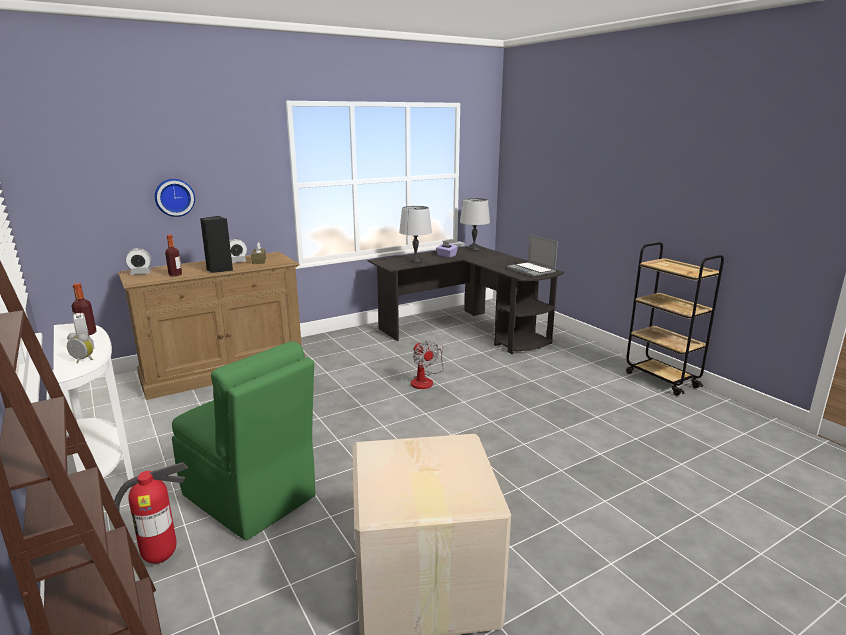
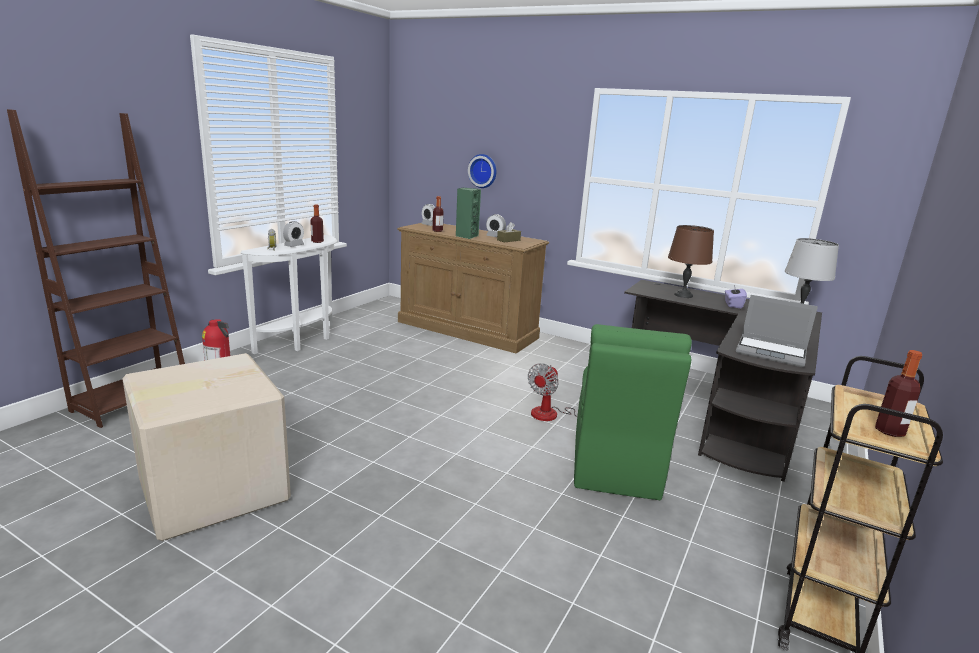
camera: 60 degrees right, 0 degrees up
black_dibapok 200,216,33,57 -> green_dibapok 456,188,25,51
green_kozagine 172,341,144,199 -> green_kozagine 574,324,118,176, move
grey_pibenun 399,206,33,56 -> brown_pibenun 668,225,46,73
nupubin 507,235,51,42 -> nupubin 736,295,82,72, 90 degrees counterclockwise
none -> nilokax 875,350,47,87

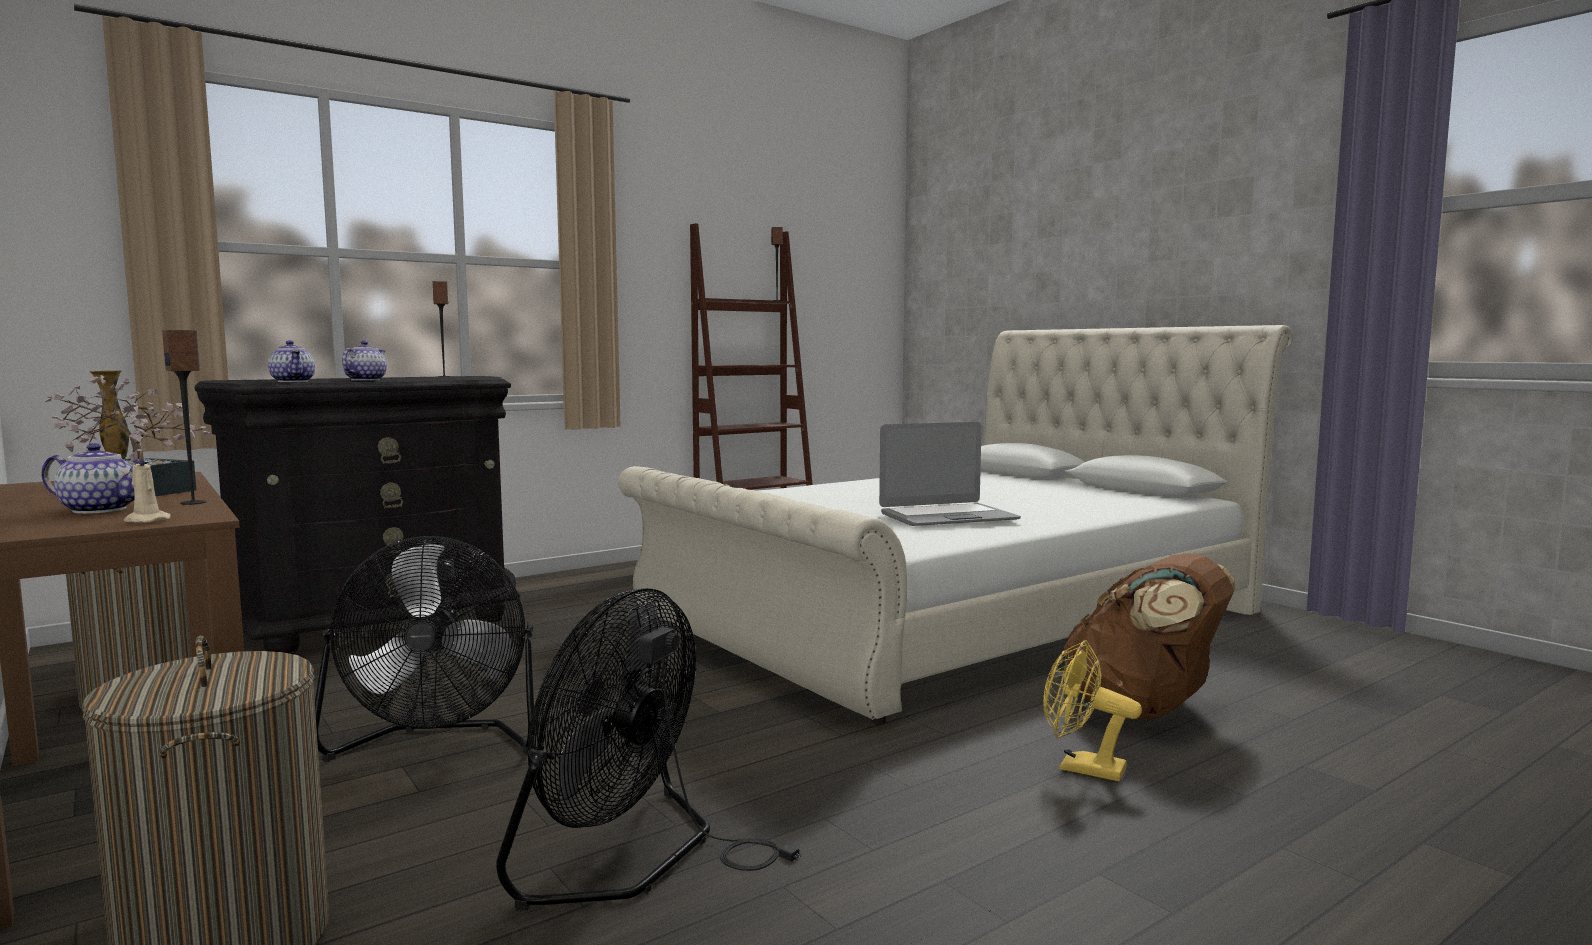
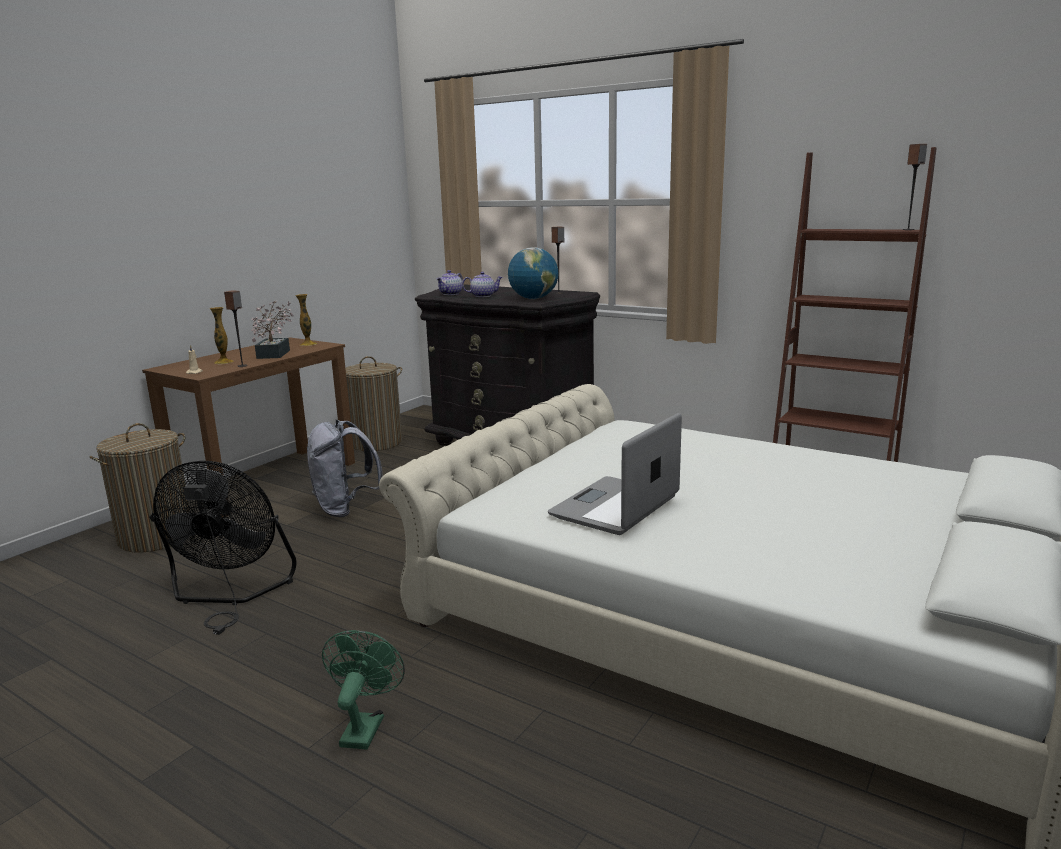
camera: 70 degrees right, 10 degrees up
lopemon 41,443,109,71 -> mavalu 210,307,24,57
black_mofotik 315,536,220,226 -> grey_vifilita 307,420,75,97
yellow_mofotik 1043,640,99,141 -> green_mofotik 322,630,83,119
none -> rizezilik 508,247,51,52
nupubin 879,422,142,104 -> nupubin 548,413,134,122, 75 degrees clockwise
brown_vifilita 1063,553,173,166 -> none

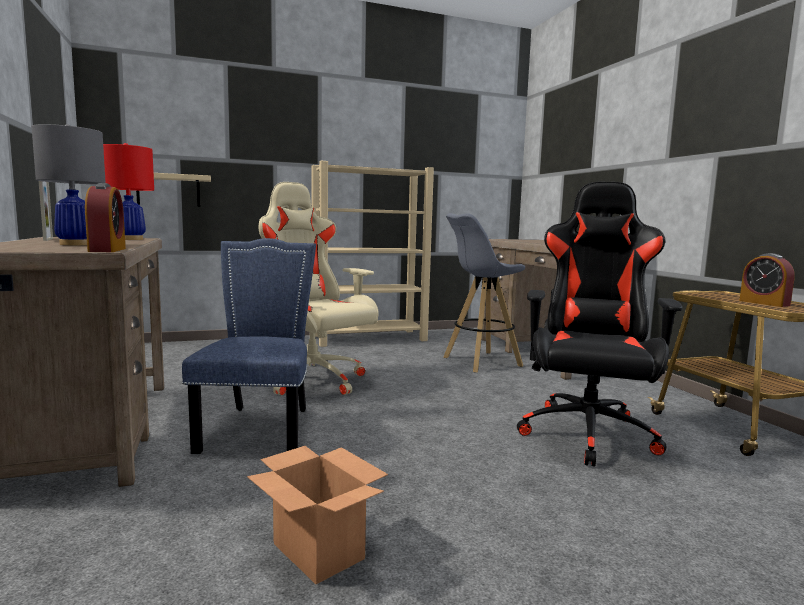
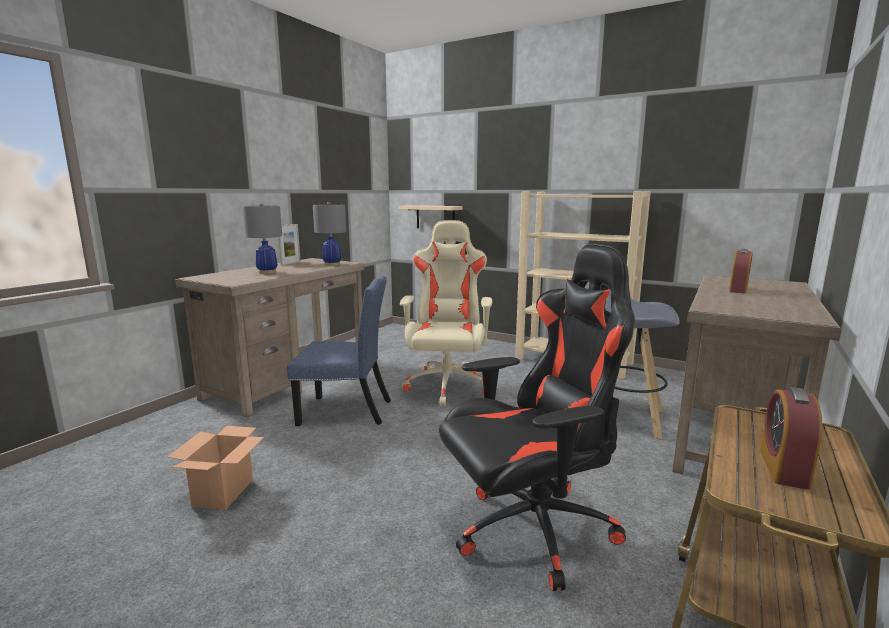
camera: 50 degrees right, 5 degrees up
blue_kozagine 182,238,134,216 -> blue_kozagine 287,276,104,150, 45 degrees clockwise
red_pibenun 103,143,51,97 -> grey_pibenun 313,202,33,64
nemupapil 85,183,41,69 -> nemupapil 729,249,24,45, move

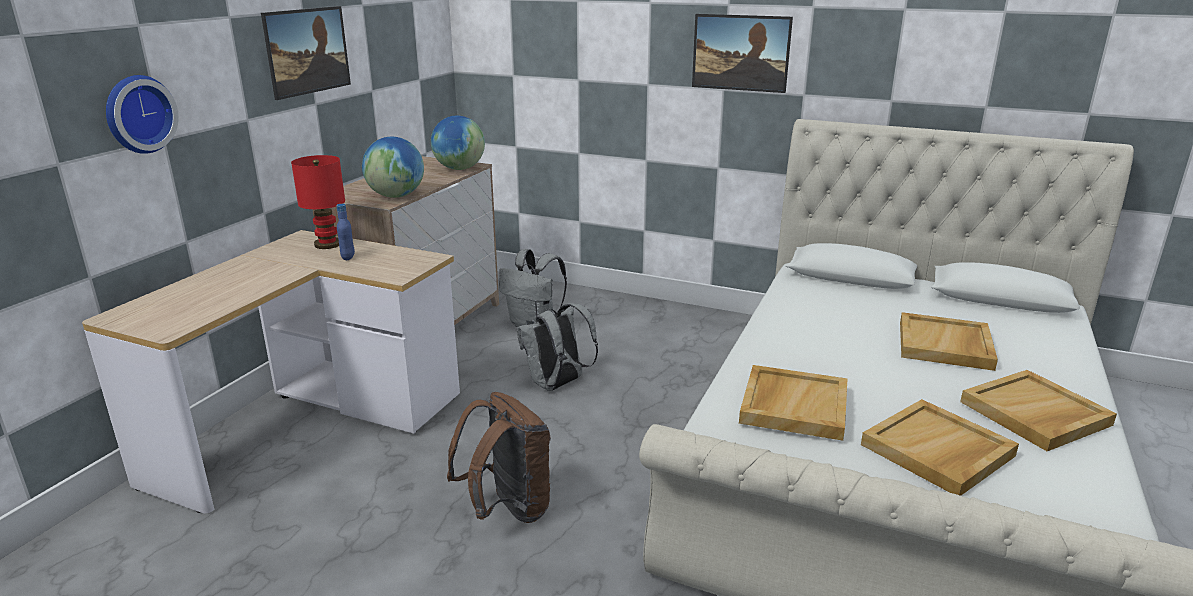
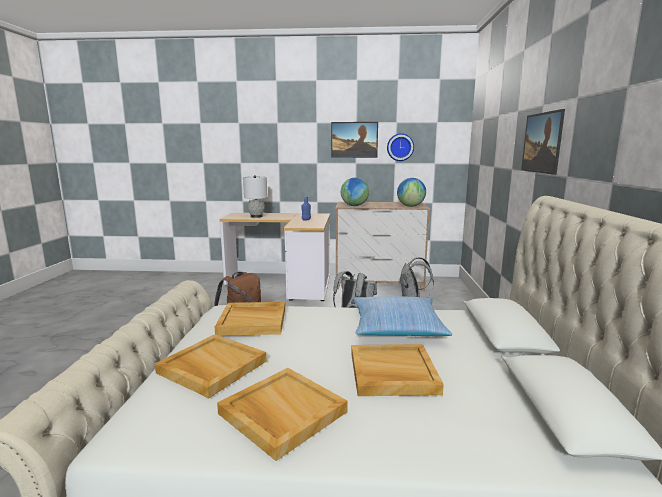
camera: 70 degrees right, 10 degrees down
none -> white_pibenun 243,175,25,43
none -> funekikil 354,296,98,40
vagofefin 106,75,73,79 -> vagofefin 387,133,27,28, move
red_pibenun 291,155,54,94 -> none

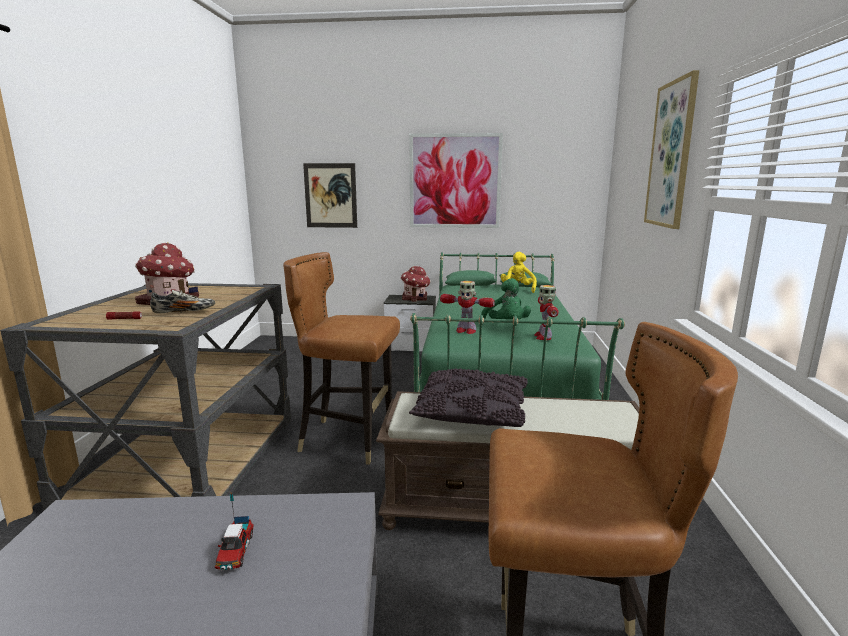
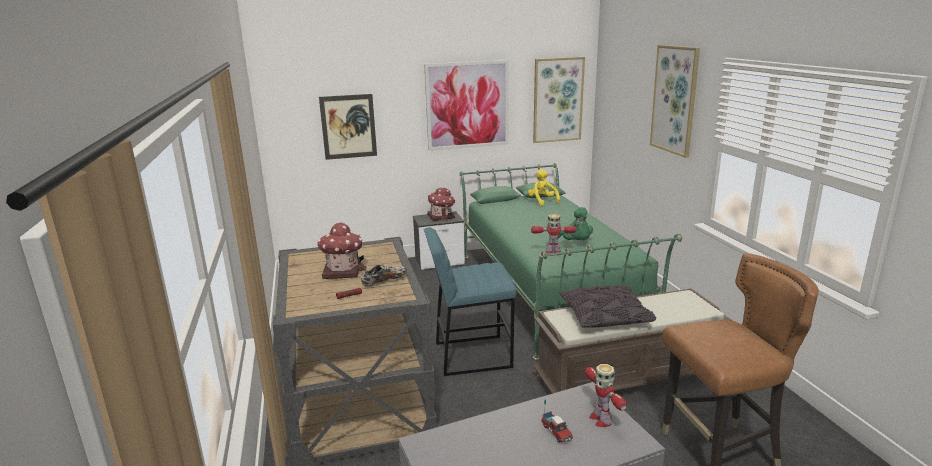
camera: 20 degrees left, 5 degrees up
brown_kozagine 283,252,117,213 -> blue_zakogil 424,227,92,149
none -> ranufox 533,57,52,86
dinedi 534,285,25,55 -> dinedi 585,364,42,63, move

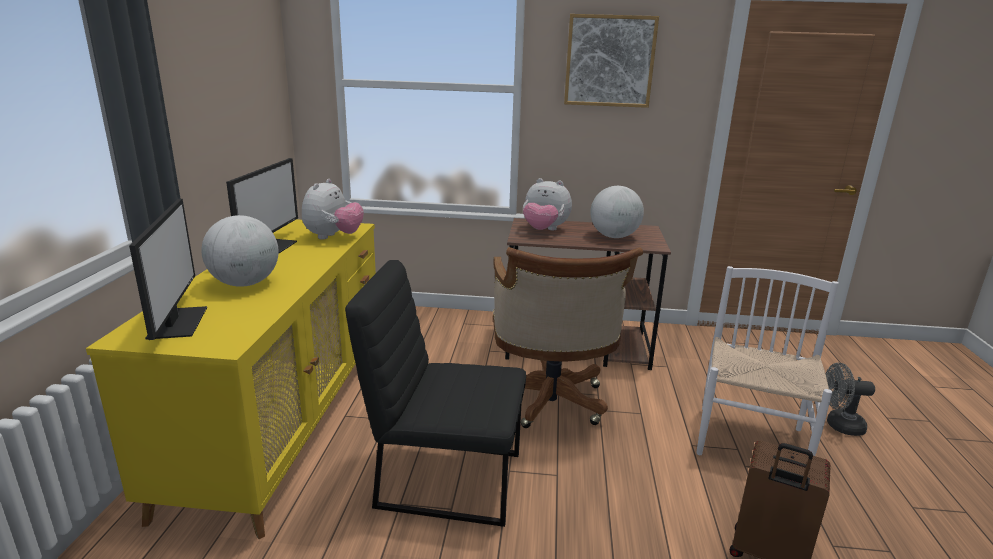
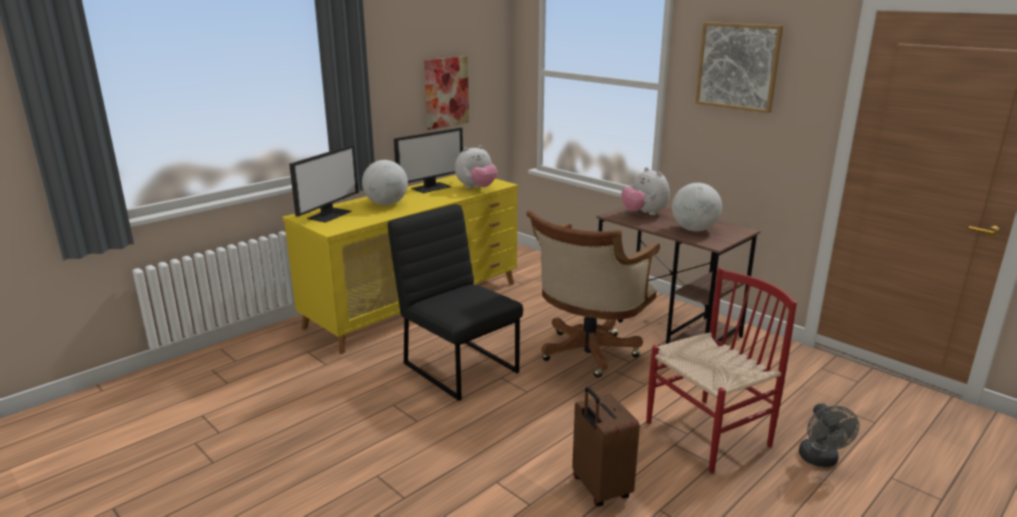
camera: 40 degrees right, 0 degrees up
none -> ranufox 424,56,45,74
white_kozagine 696,266,143,190 -> red_kozagine 646,267,151,206
grey_mofotik 826,363,49,73 -> grey_mofotik 799,403,60,64, 135 degrees counterclockwise

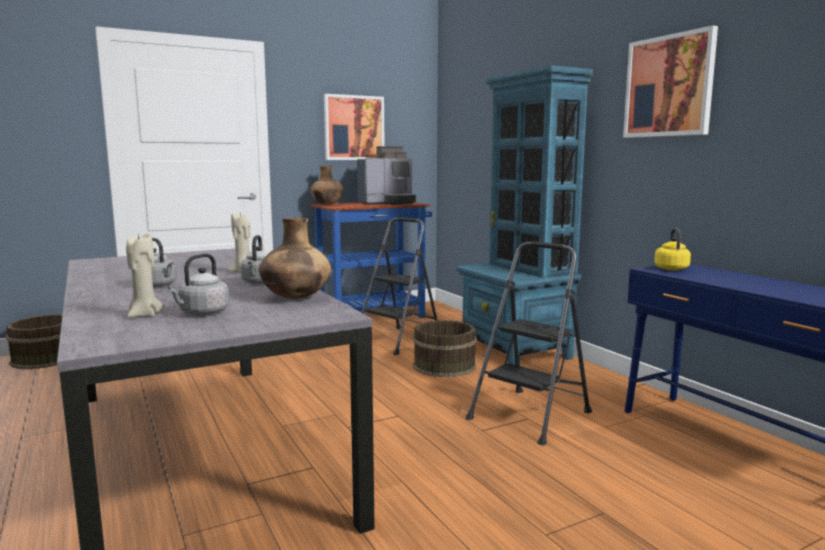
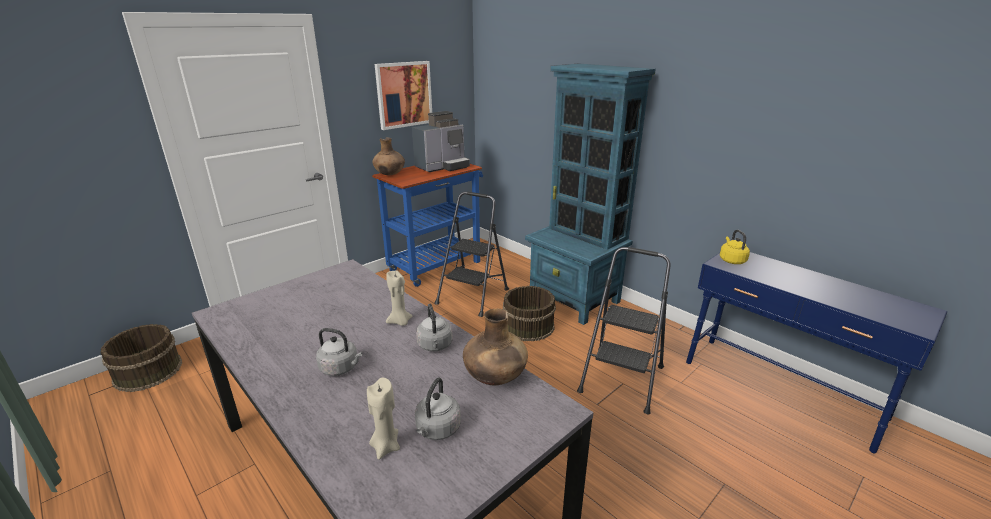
camera: 15 degrees left, 15 degrees up
ranufox 623,25,95,113 -> none

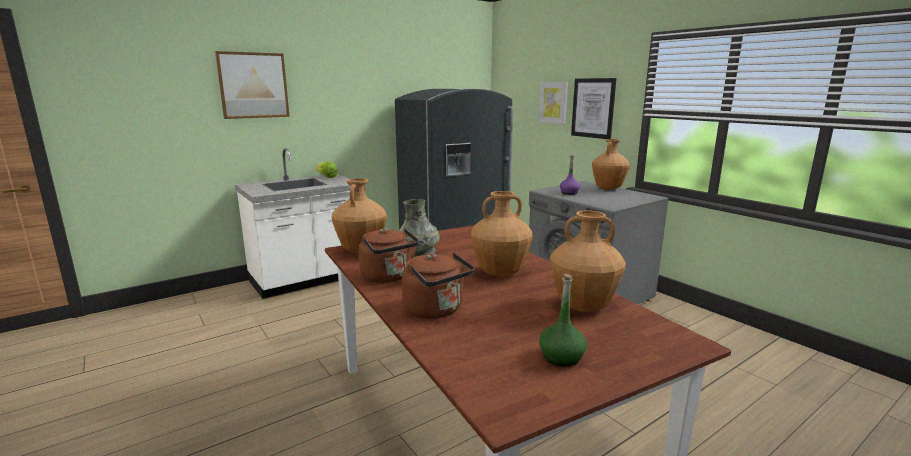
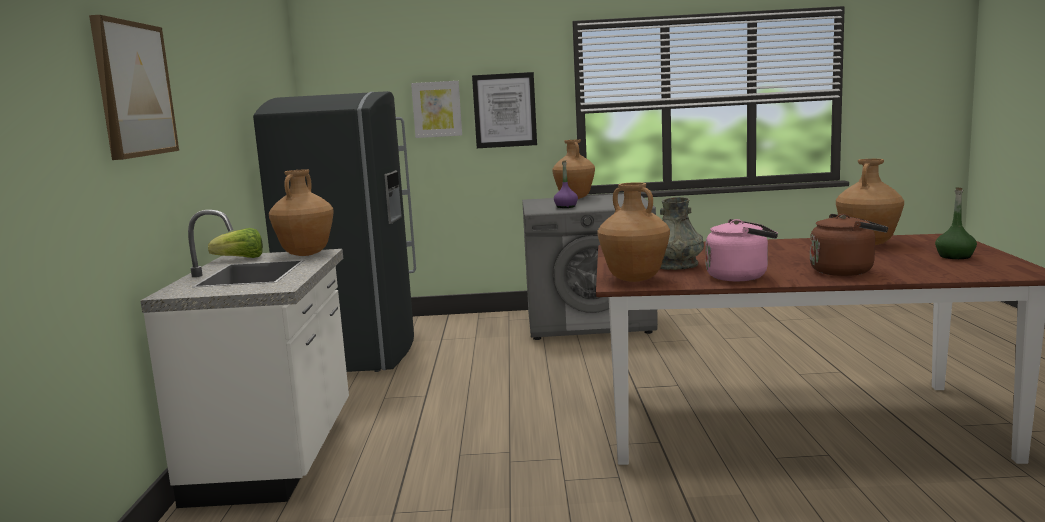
camera: 55 degrees left, 5 degrees down
brown_mavalu 471,191,61,86 -> brown_mavalu 269,169,65,87, move
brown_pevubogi 359,228,60,55 -> pink_pevubogi 705,219,73,63

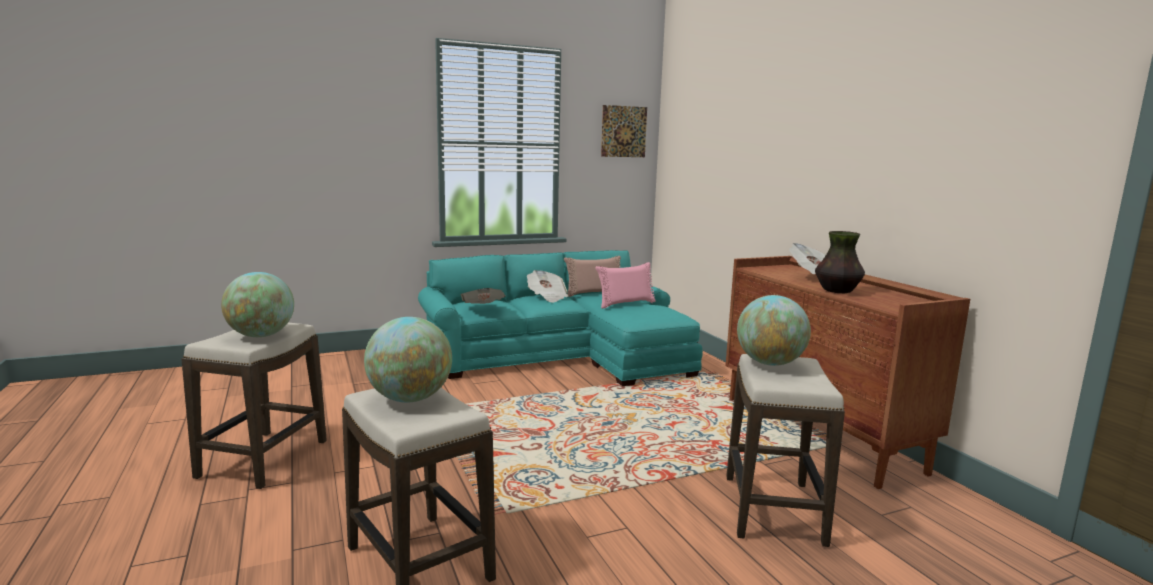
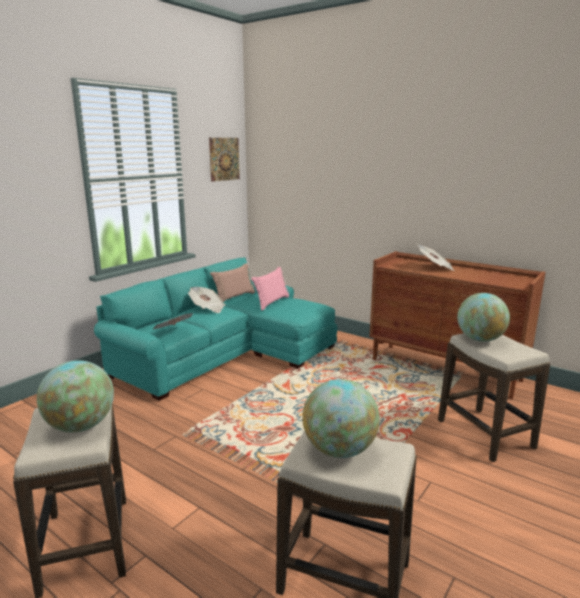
camera: 30 degrees left, 5 degrees up
mavalu 815,231,50,62 -> none

